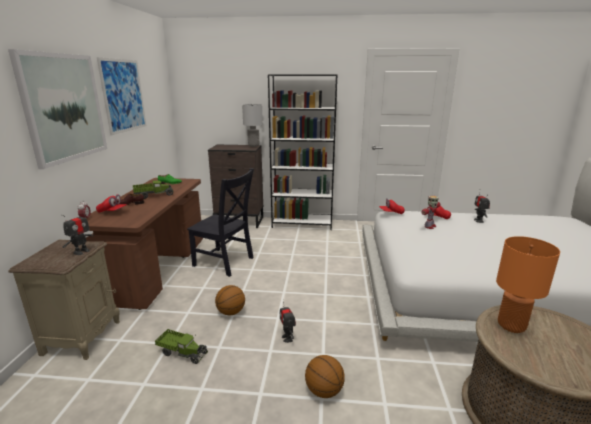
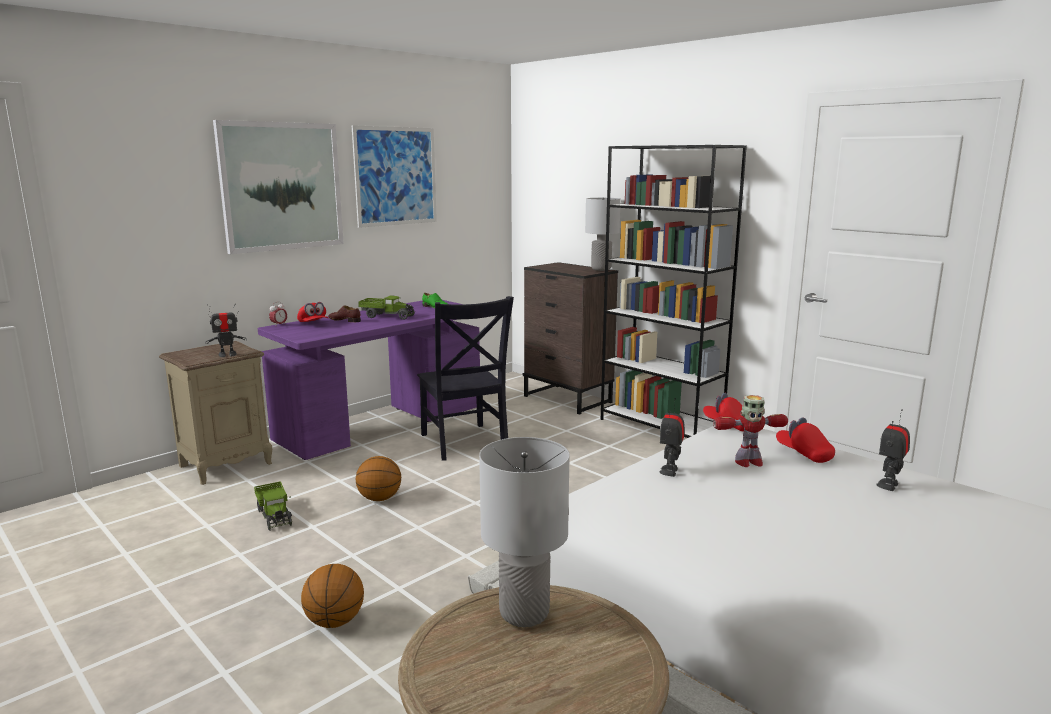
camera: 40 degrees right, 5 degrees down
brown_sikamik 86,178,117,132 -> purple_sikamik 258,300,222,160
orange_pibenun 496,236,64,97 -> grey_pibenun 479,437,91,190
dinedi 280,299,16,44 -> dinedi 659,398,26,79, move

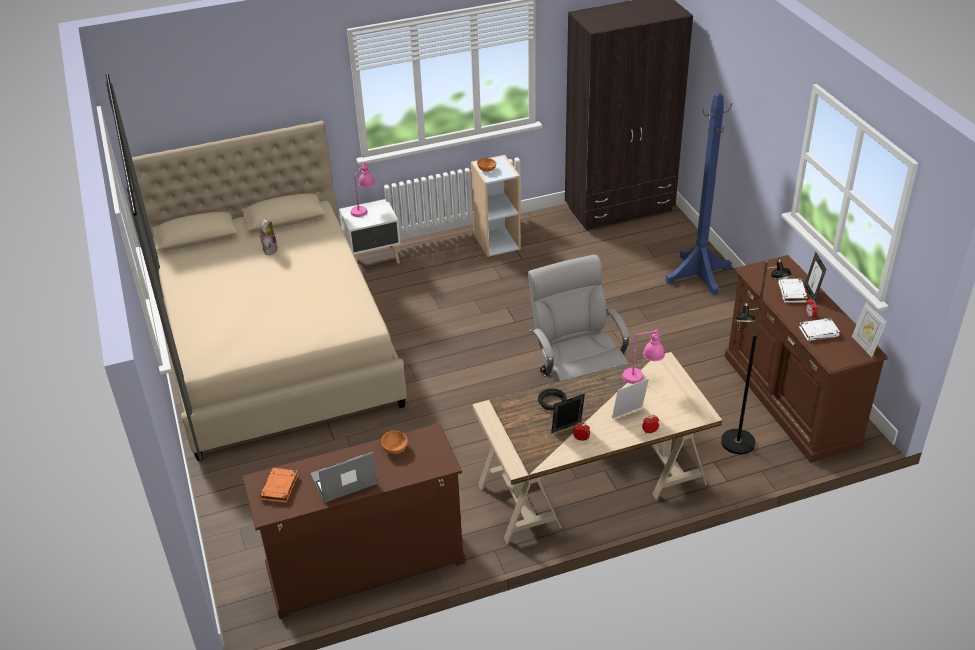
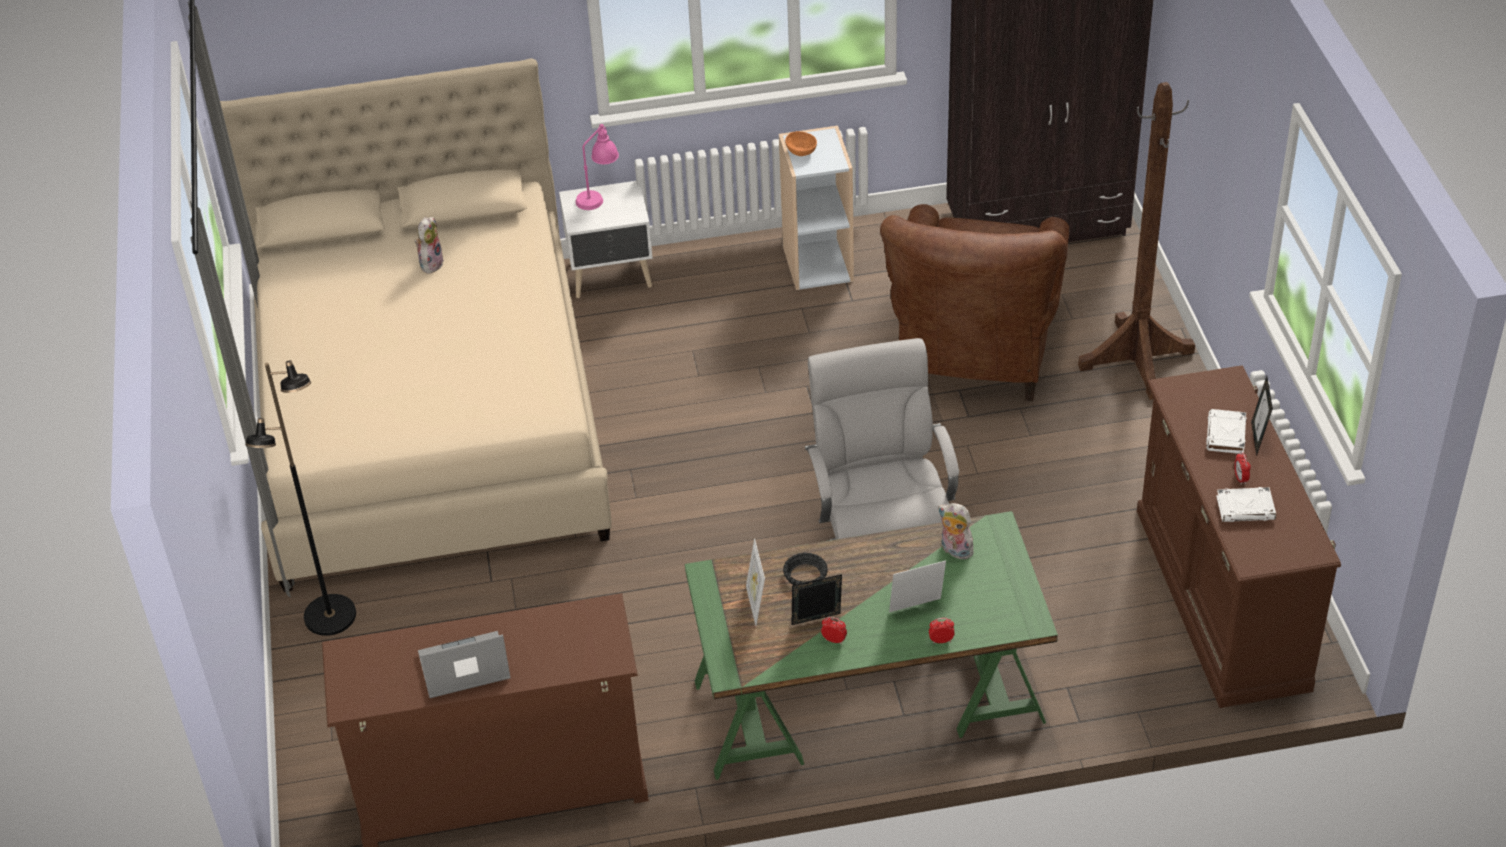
camera: 10 degrees right, 5 degrees up
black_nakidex 721,258,71,196 -> black_nakidex 245,360,111,276, move
beige_sikamik 472,352,250,192 -> green_sikamik 685,511,373,269
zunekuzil 852,302,35,55 -> zunekuzil 746,539,19,87, move
none -> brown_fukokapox 880,204,189,197
pink_pibenun 622,329,43,55 -> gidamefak 938,503,36,56
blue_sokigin 666,92,66,203 -> brown_sokigin 1078,82,117,318
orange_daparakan 260,468,38,35 -> none
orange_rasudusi 381,431,27,23 -> none

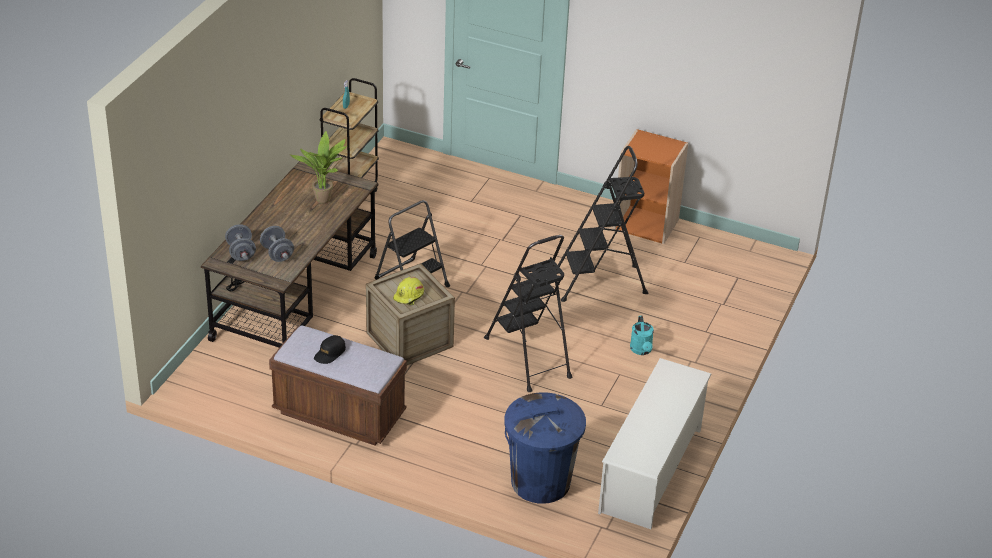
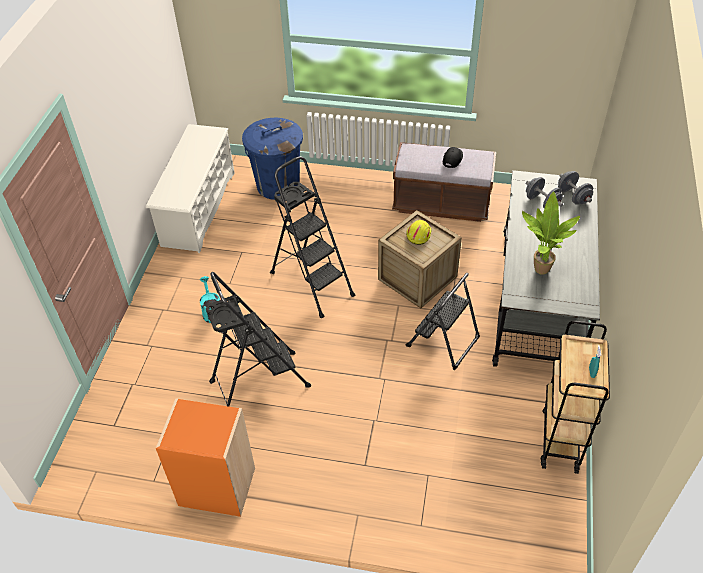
camera: 170 degrees right, 10 degrees up
brown_sikamik 201,161,177,187 -> grey_sikamik 492,170,108,197

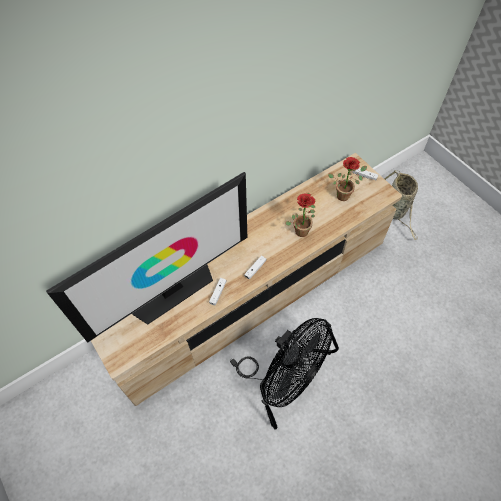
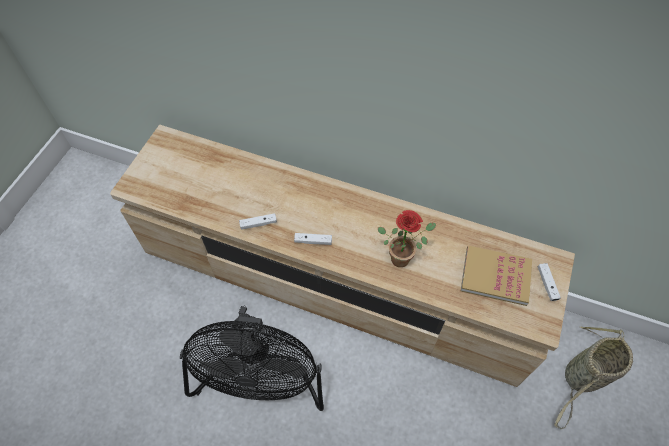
camera: 55 degrees right, 0 degrees up
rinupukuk 328,157,39,44 -> daparakan 461,245,71,61
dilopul 46,172,201,171 -> none

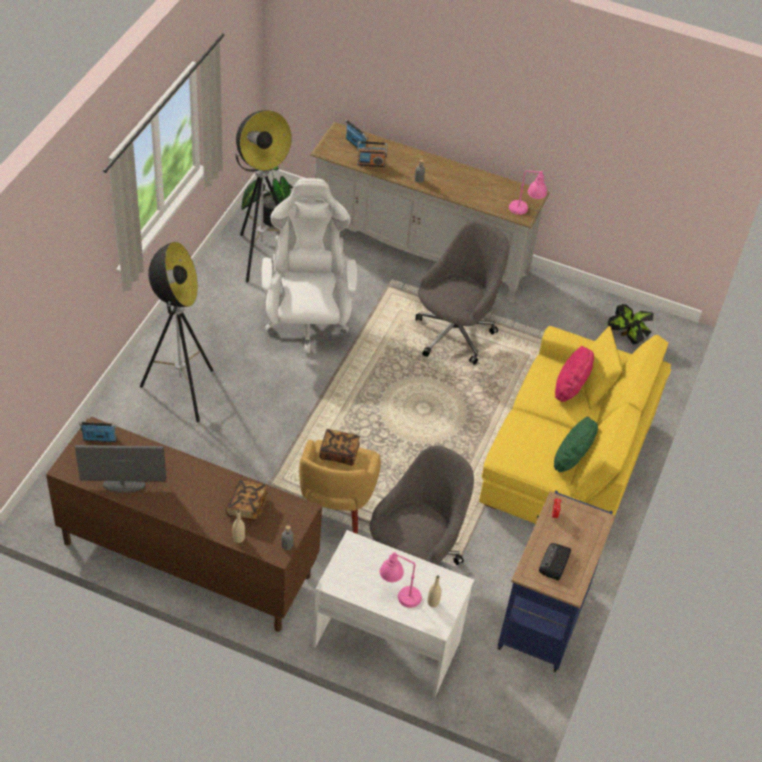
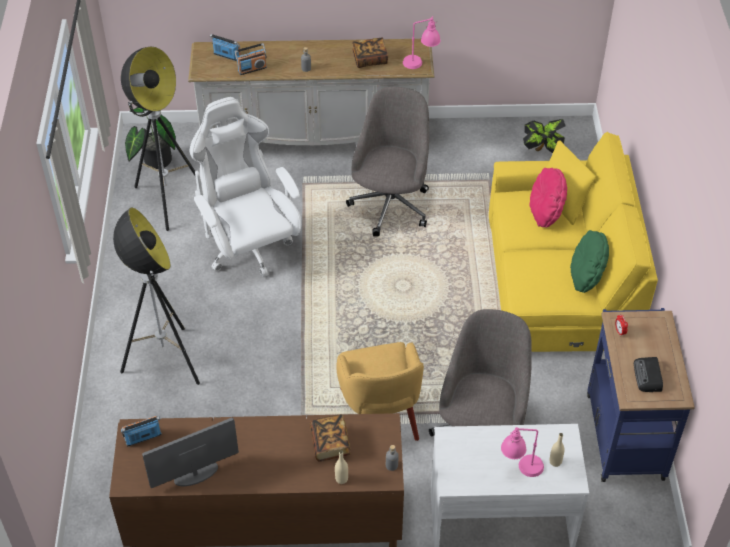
camera: 20 degrees left, 0 degrees up
daparakan 319,429,41,37 -> daparakan 352,38,36,30, move

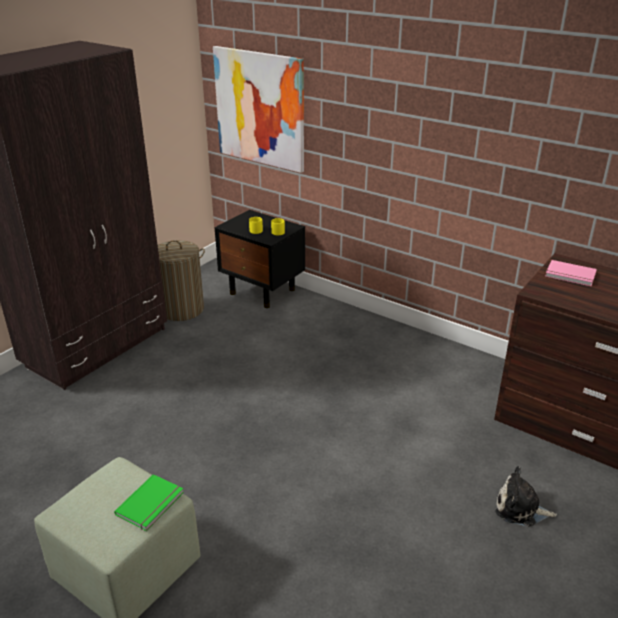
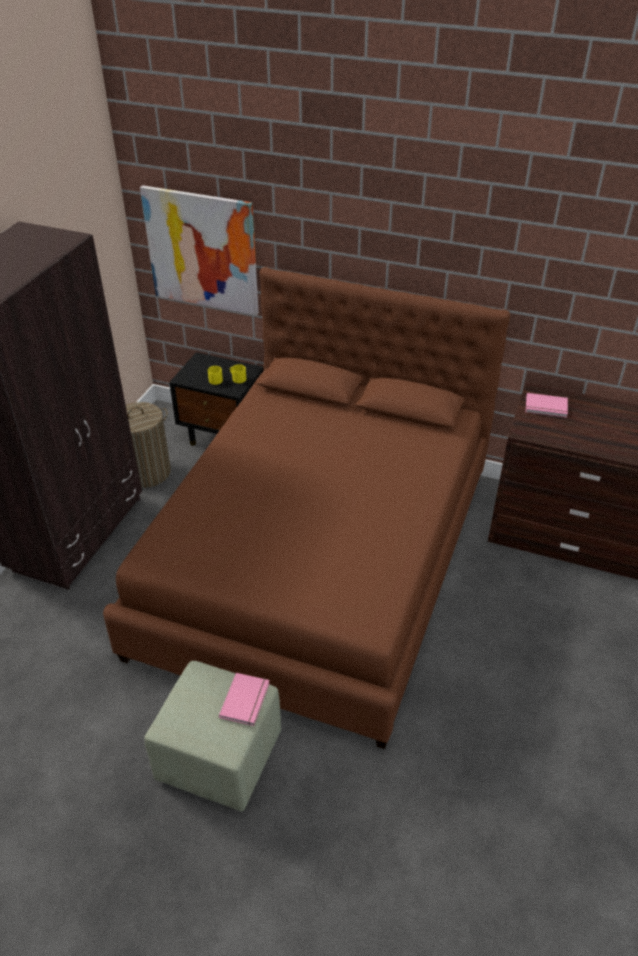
camera: 15 degrees left, 10 degrees up
none -> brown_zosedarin 103,267,407,482
green_daparakan 114,474,70,57 -> pink_daparakan 219,673,51,53
gidamefak 495,466,62,61 -> none

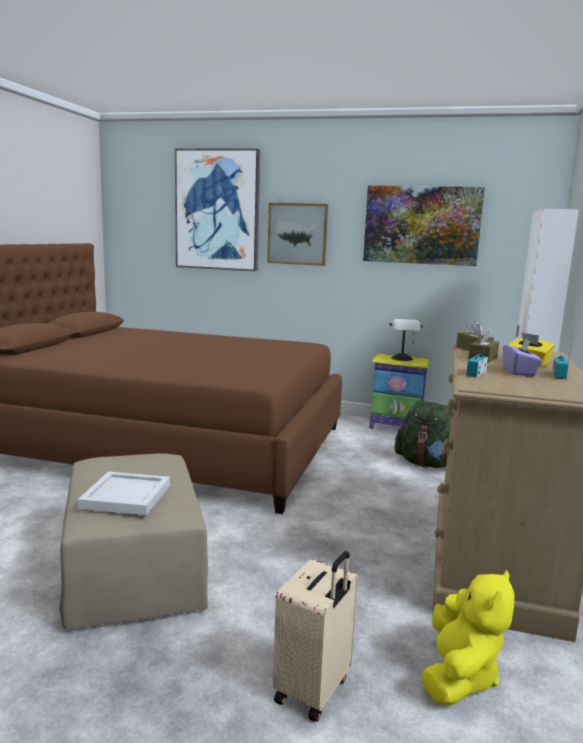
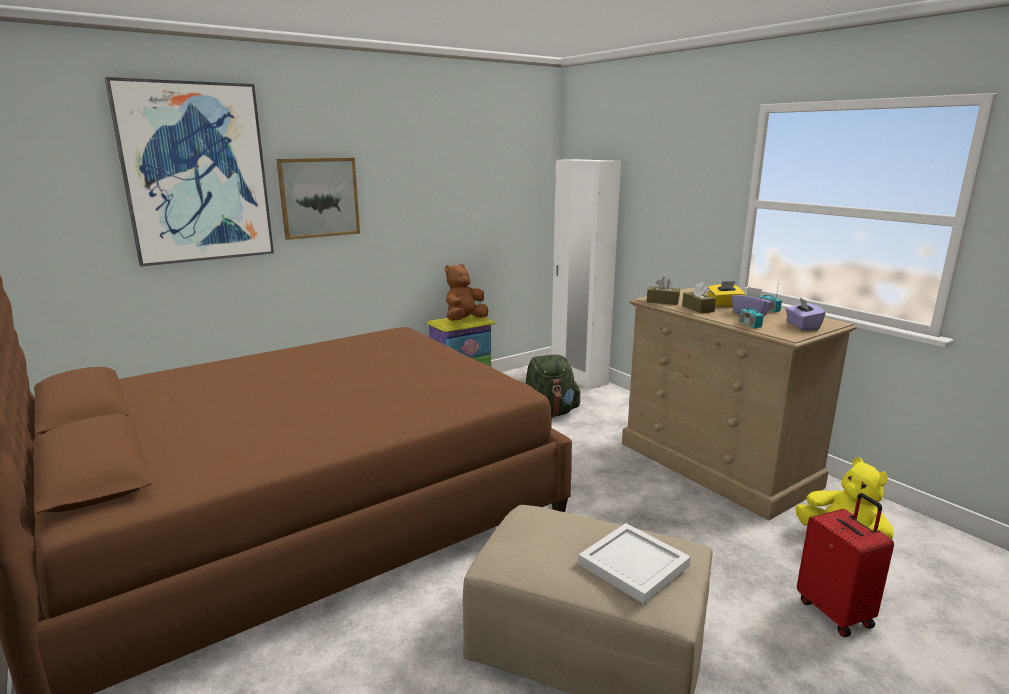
camera: 50 degrees left, 5 degrees up
pibenun 389,319,34,42 -> brown_gidamefak 445,264,43,57
none -> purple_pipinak 786,298,40,32
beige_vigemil 273,551,85,171 -> red_vigemil 797,493,97,144
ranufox 363,185,122,81 -> none

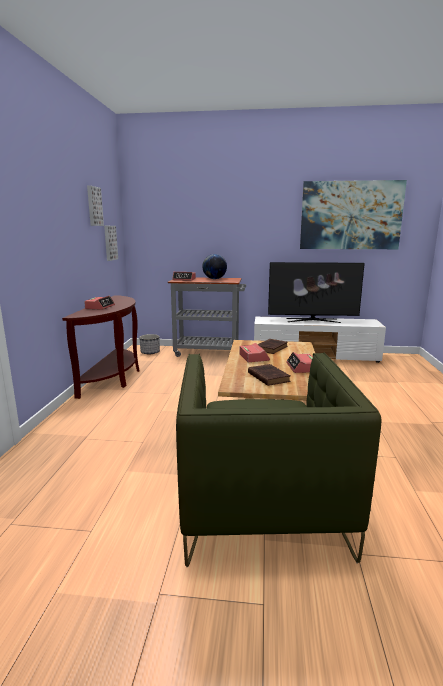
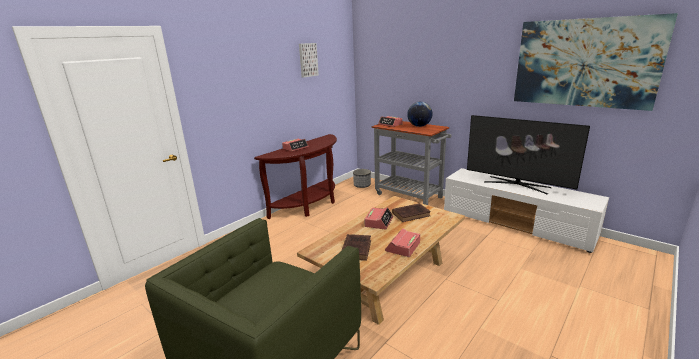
camera: 35 degrees right, 5 degrees up
ranufox 104,226,14,35 -> none

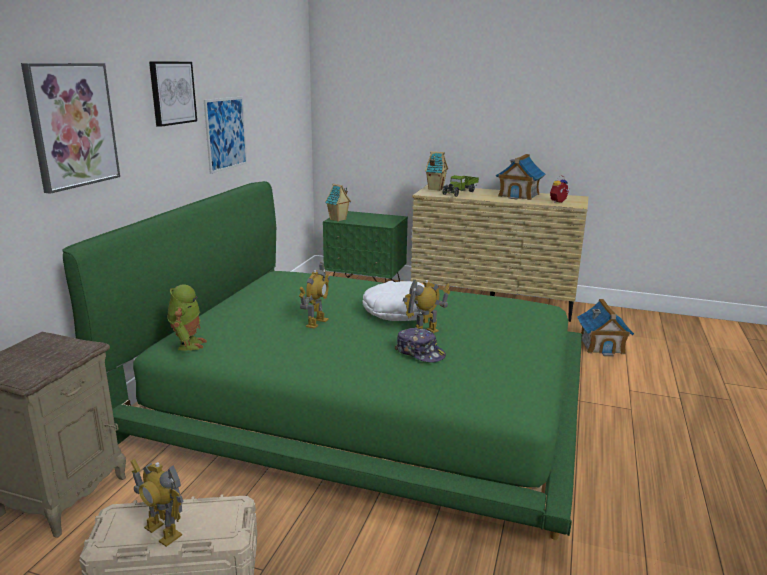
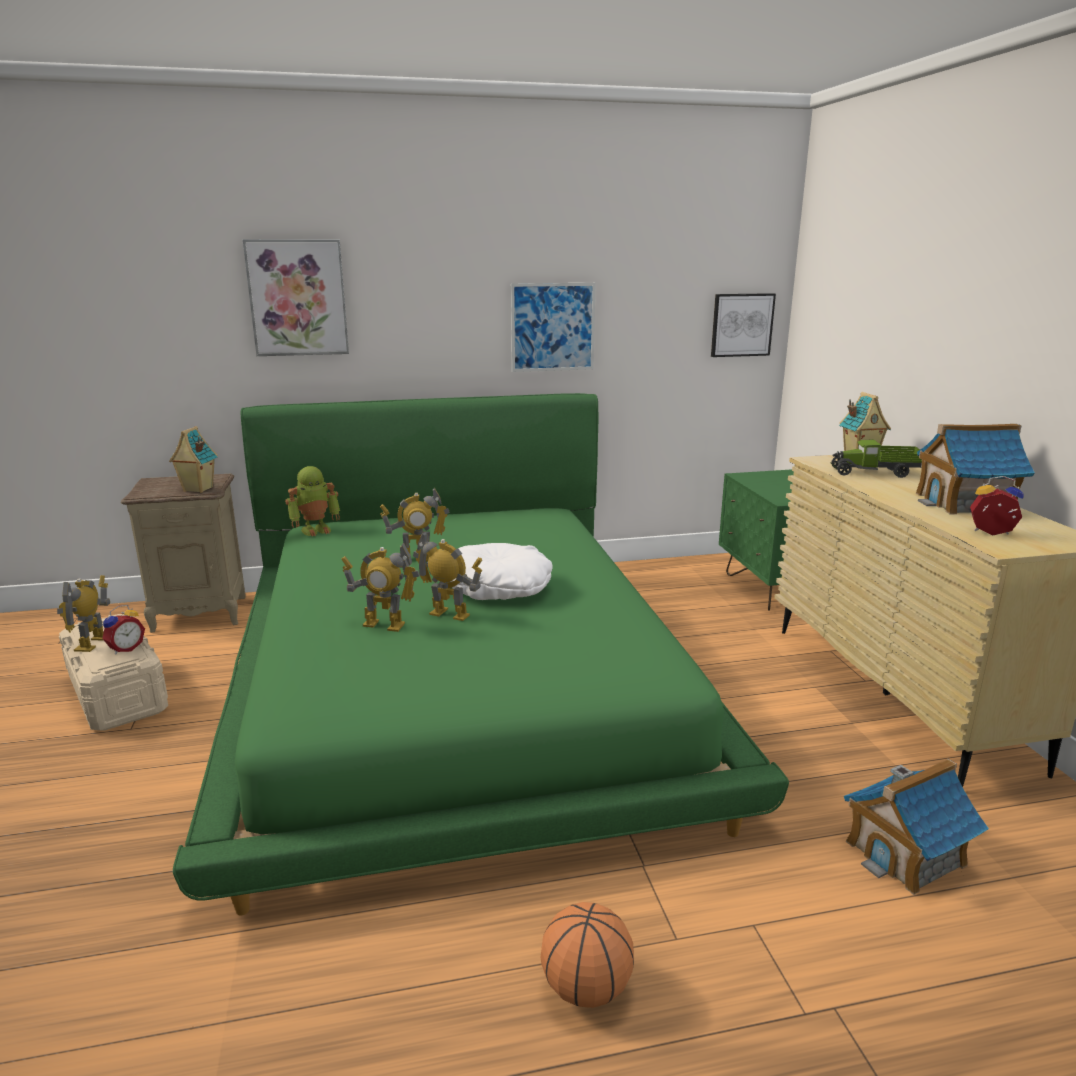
camera: 60 degrees right, 0 degrees up
none -> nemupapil 102,605,43,50
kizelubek 325,184,26,38 -> kizelubek 169,426,49,67, move
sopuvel 395,327,51,36 -> dinedi 341,543,79,89
none -> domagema 541,902,93,106
ranufox 149,61,48,66 -> ranufox 711,293,65,64, move

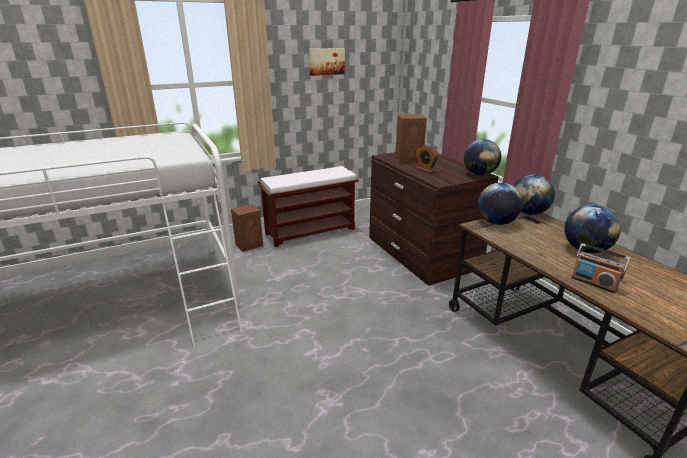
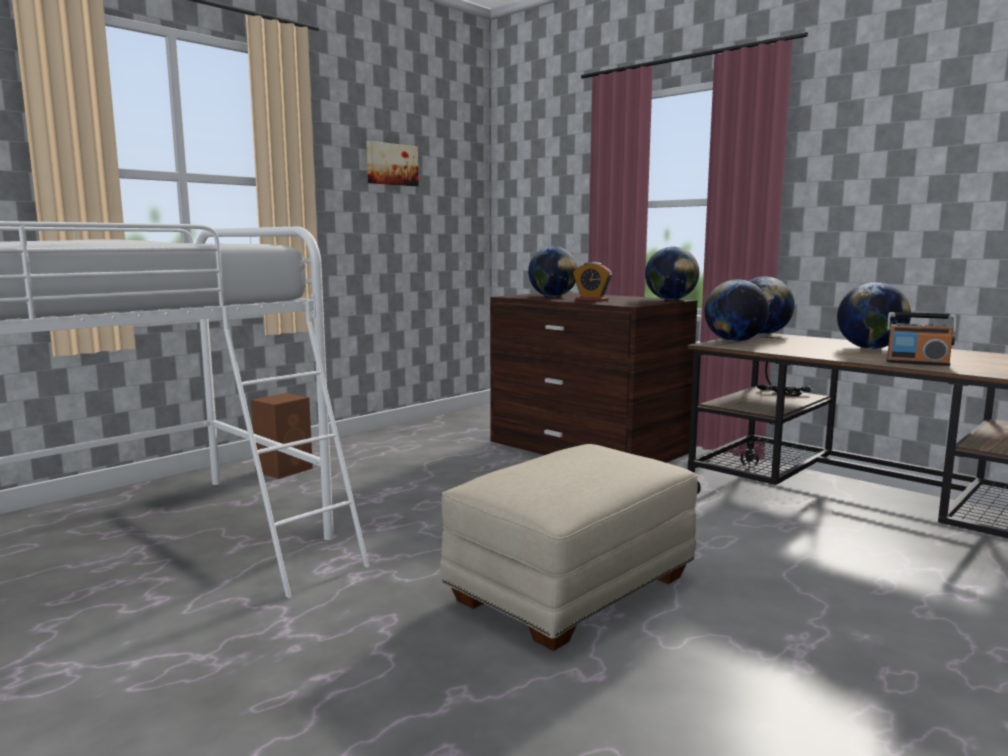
camera: 20 degrees left, 15 degrees down
none -> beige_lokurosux 440,444,258,207
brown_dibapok 395,114,32,49 -> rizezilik 528,246,50,51
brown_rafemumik 258,166,101,81 -> none

